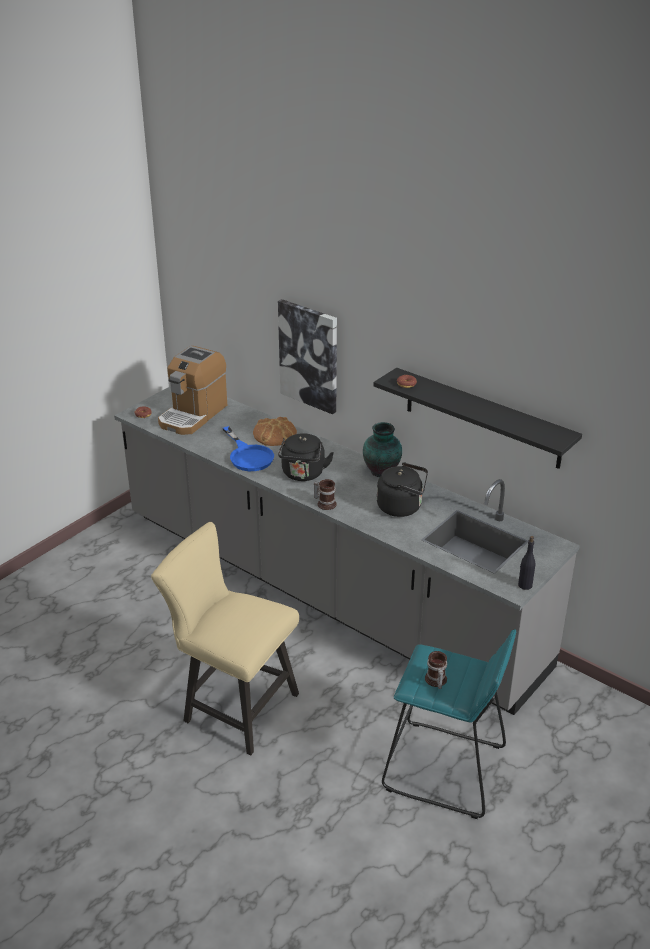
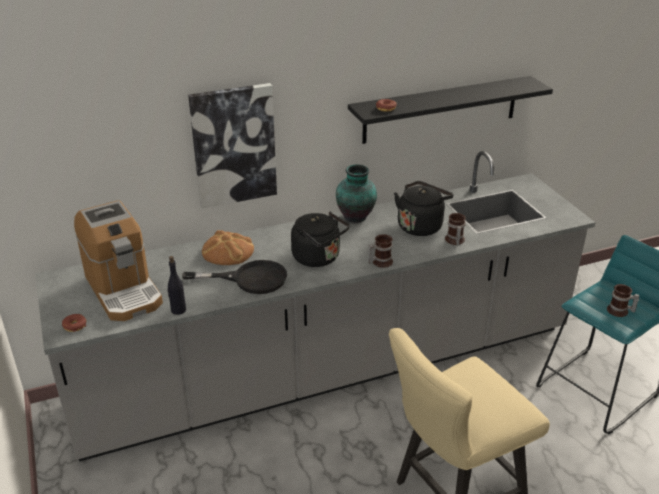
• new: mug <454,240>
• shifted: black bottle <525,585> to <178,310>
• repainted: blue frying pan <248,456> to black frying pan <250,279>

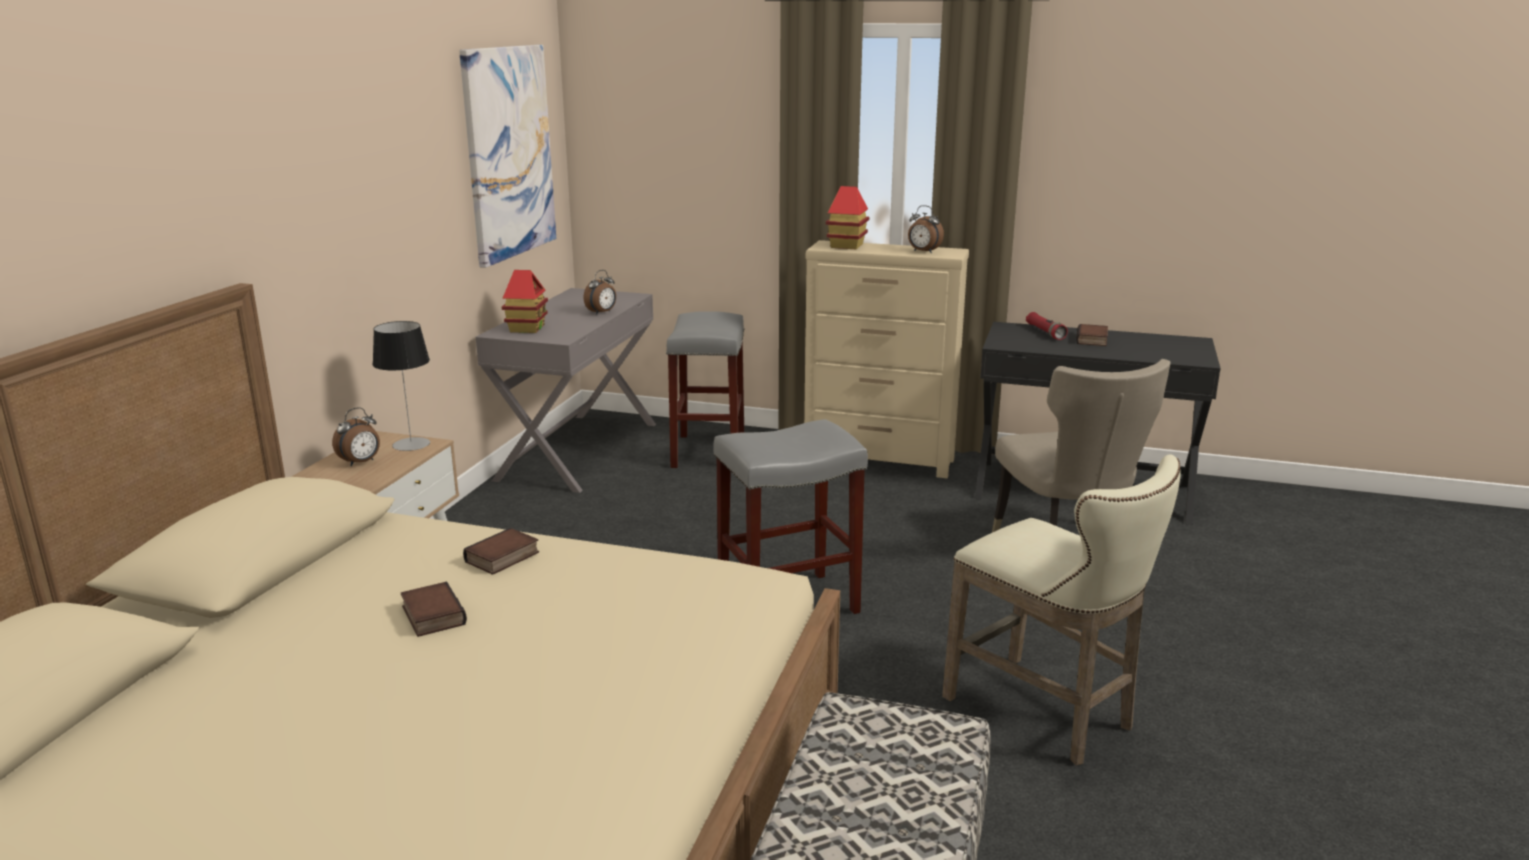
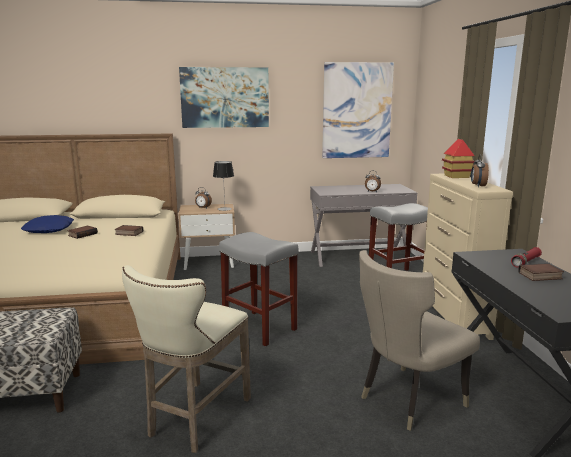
• gone: toy house <527,328>
• new: blue pillow <49,229>
• new: picture <225,97>

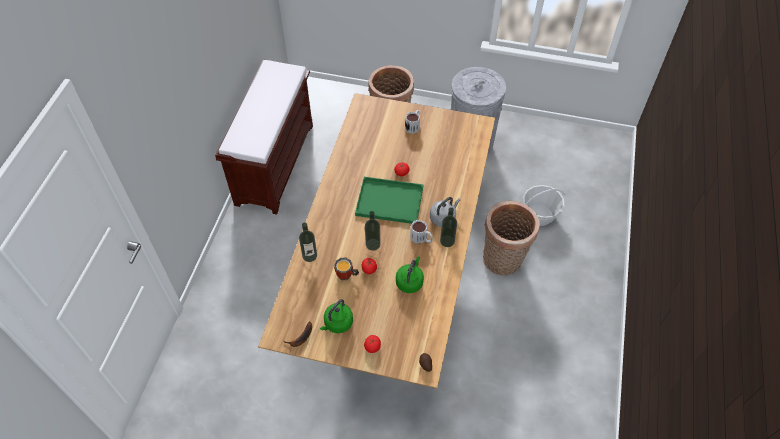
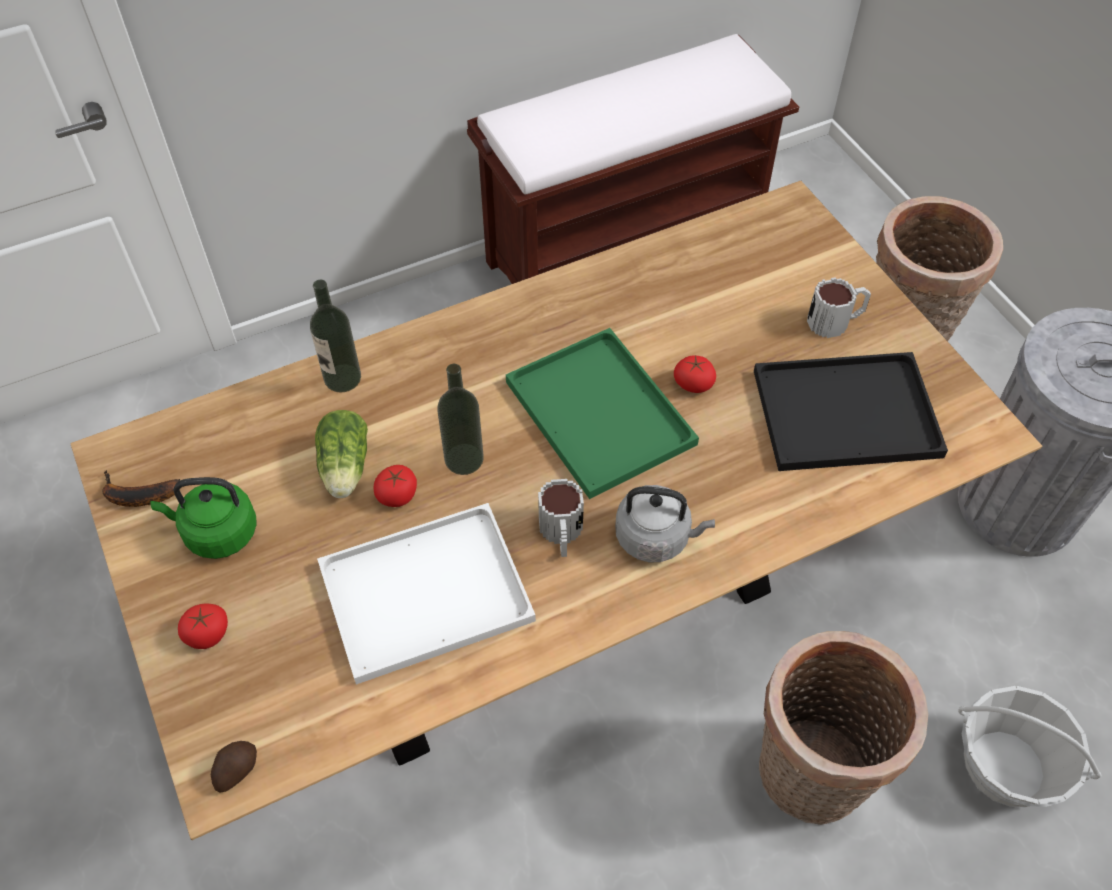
• gone: bottle <447,241>
• new: black tray <843,415>
• swapped: mug <346,276> to lettuce <344,469>
• swapped: green kettle <410,282> to white tray <429,589>

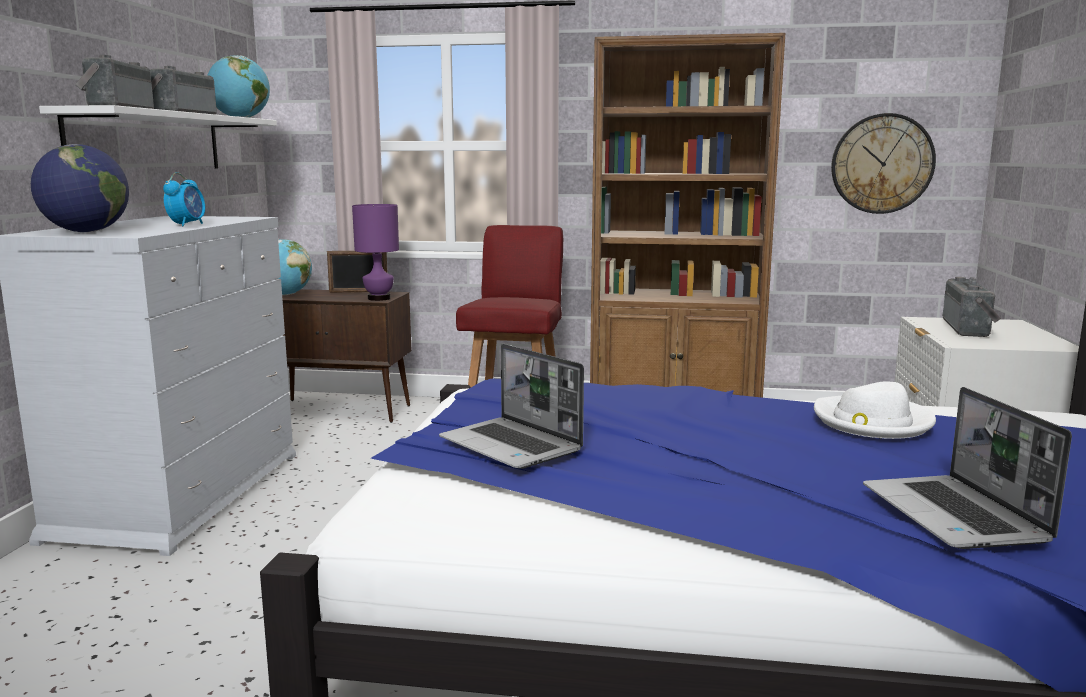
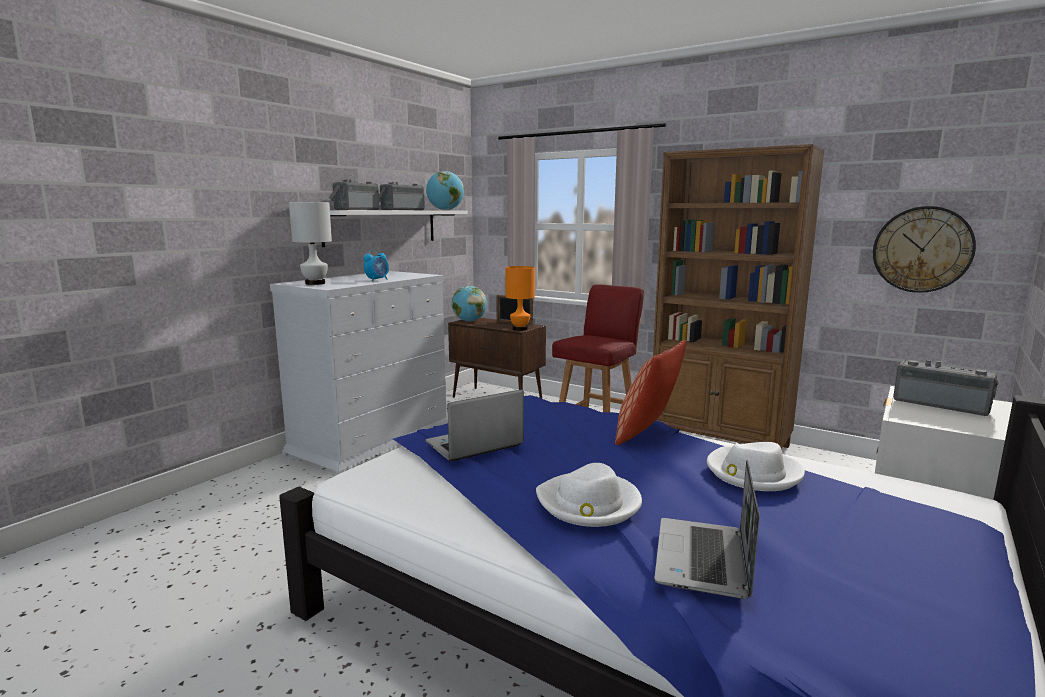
• new: white hat <589,503>
• new: pillow <647,434>
• swapped: globe <86,232> to white table lamp <315,283>
• repainted: purple table lamp <379,298> to orange table lamp <520,329>
• rotated: laptop <512,446> = <474,445> 75 degrees clockwise
• rotated: radio <970,328> = <940,405> 90 degrees counterclockwise

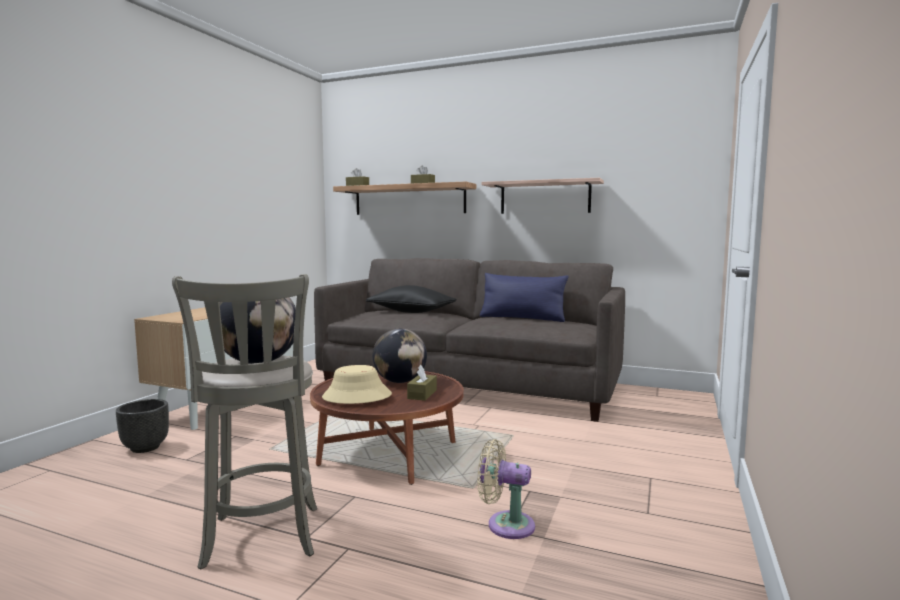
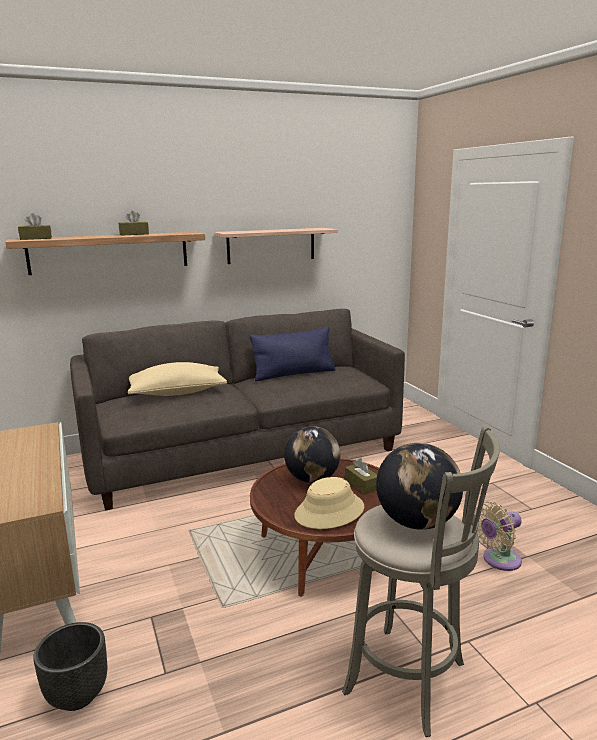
• repainted: black pillow <411,312> to beige pillow <177,393>

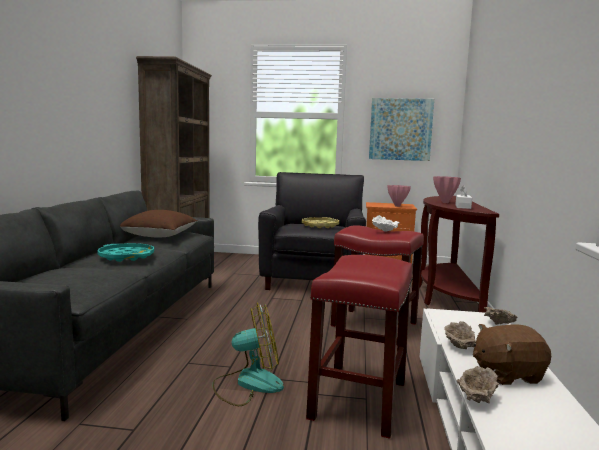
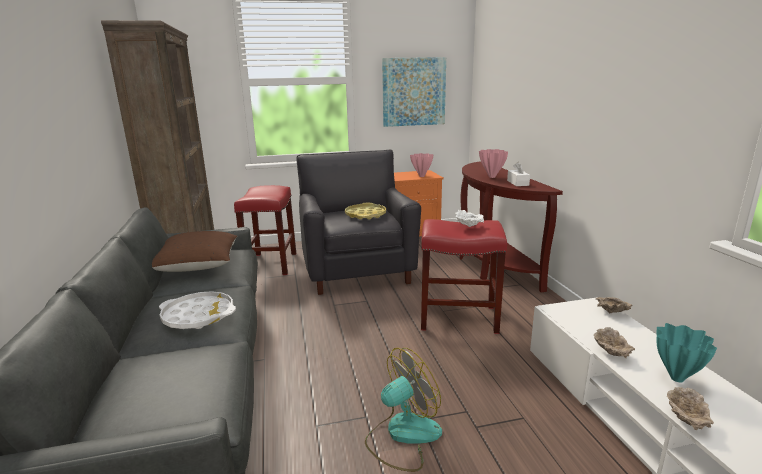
• shifted: red stool <359,400> to <271,264>
• swapped: brown plush toy <507,374> to turquoise vase <676,378>
• repainted: turquoise tray <126,256> to white tray <198,316>

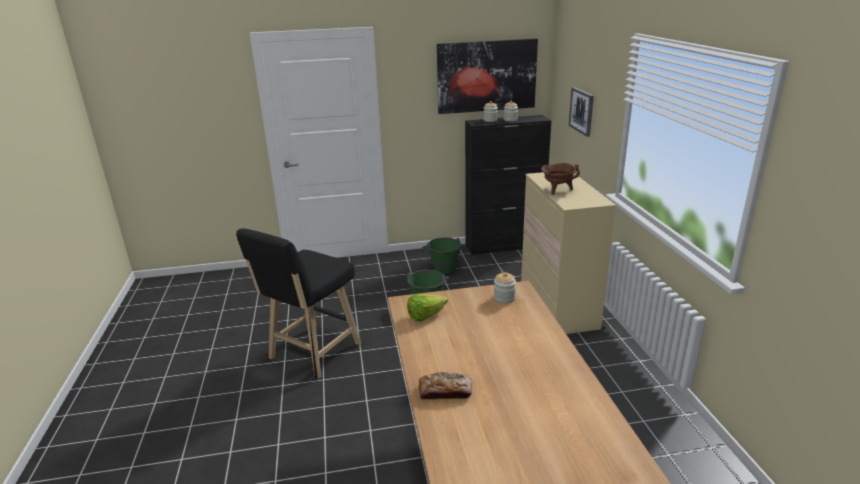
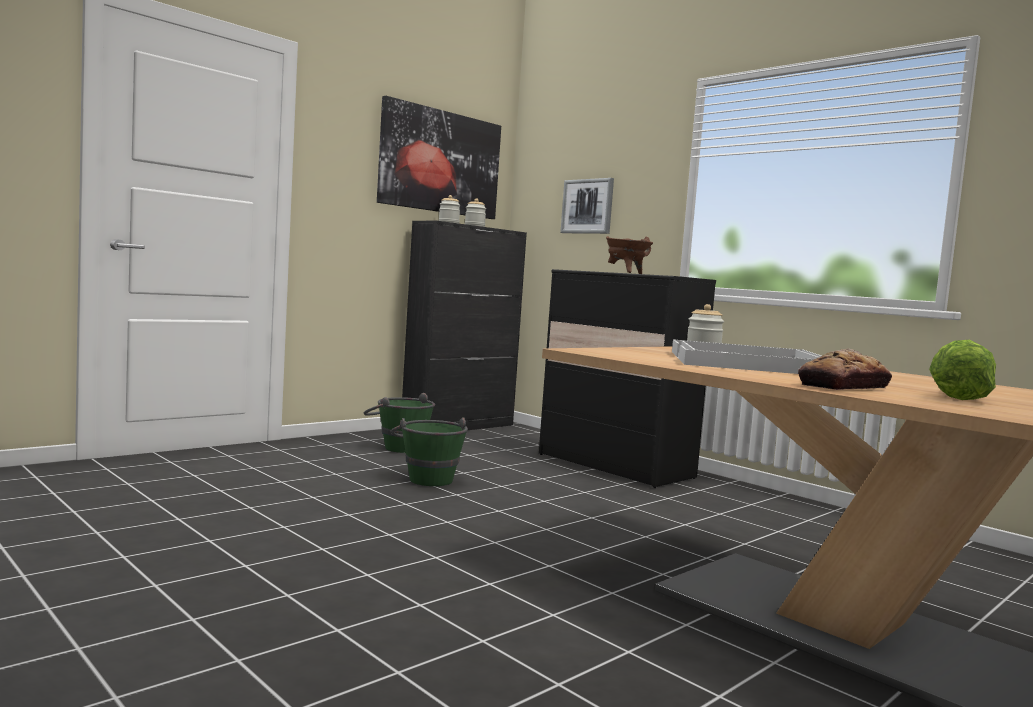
• gone: black stool <312,354>
• new: white tray <749,363>
• shifted: lettuce <425,316> to <960,398>
• repainted: beige dresser <558,306> to black dresser <614,466>

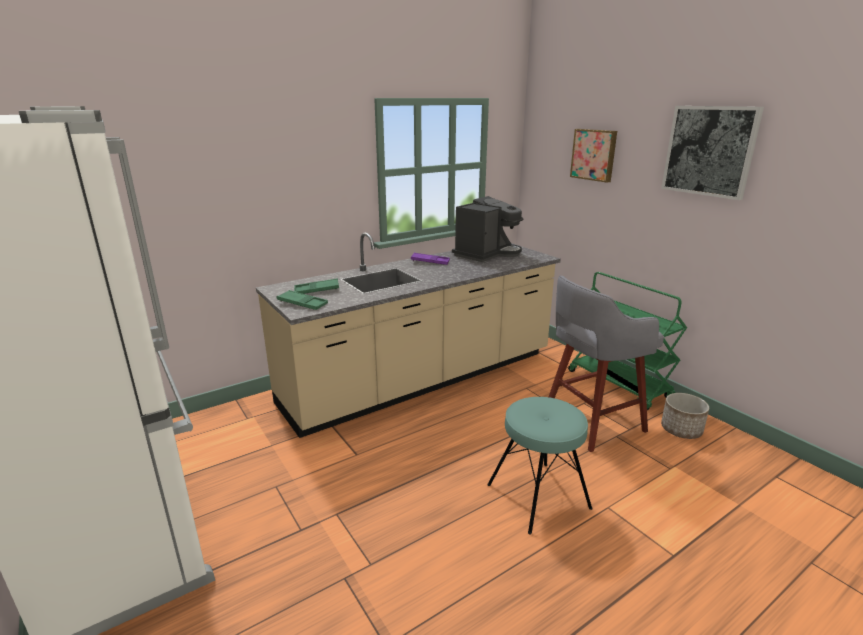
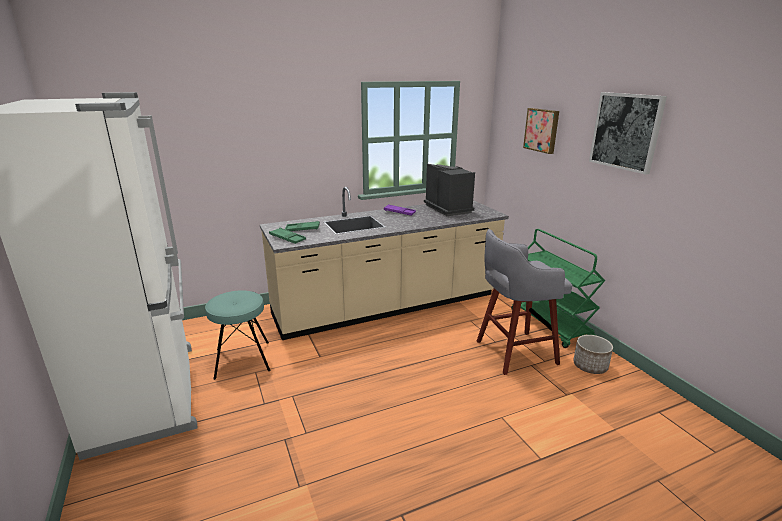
• shifted: turquoise stool <538,496> to <243,360>
• rotated: coffee machine <487,253> = <449,208> 75 degrees counterclockwise

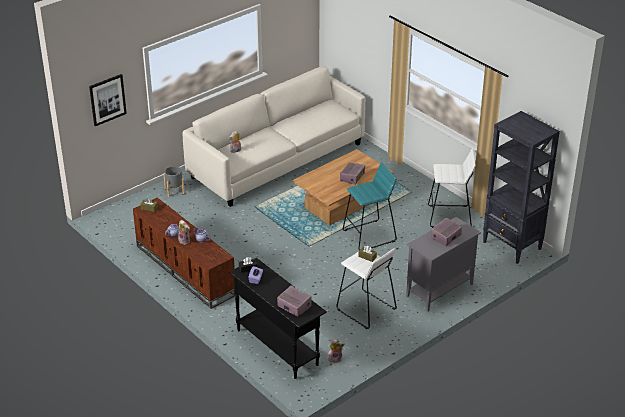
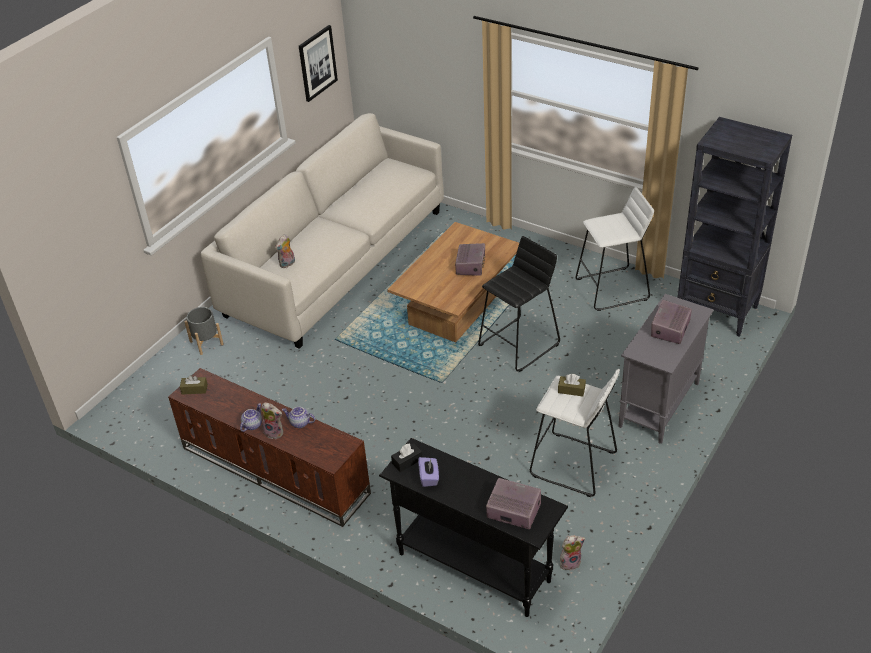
• shifted: picture <107,99> to <317,63>
• repainted: turquoise stool <369,236> to black stool <519,344>

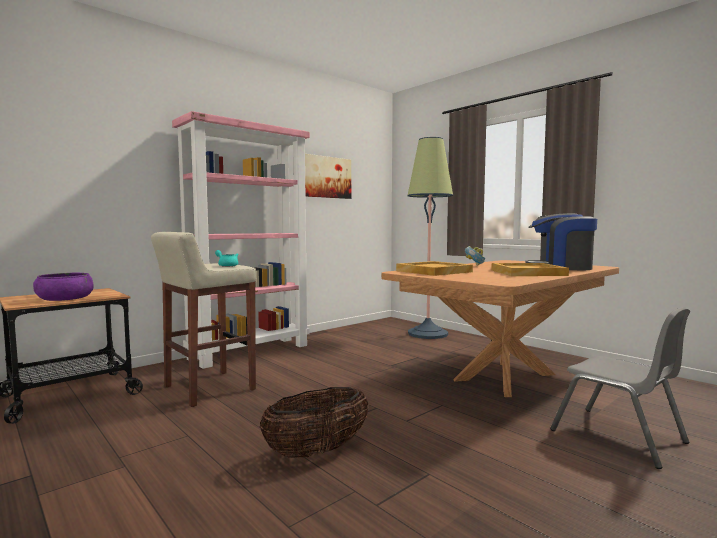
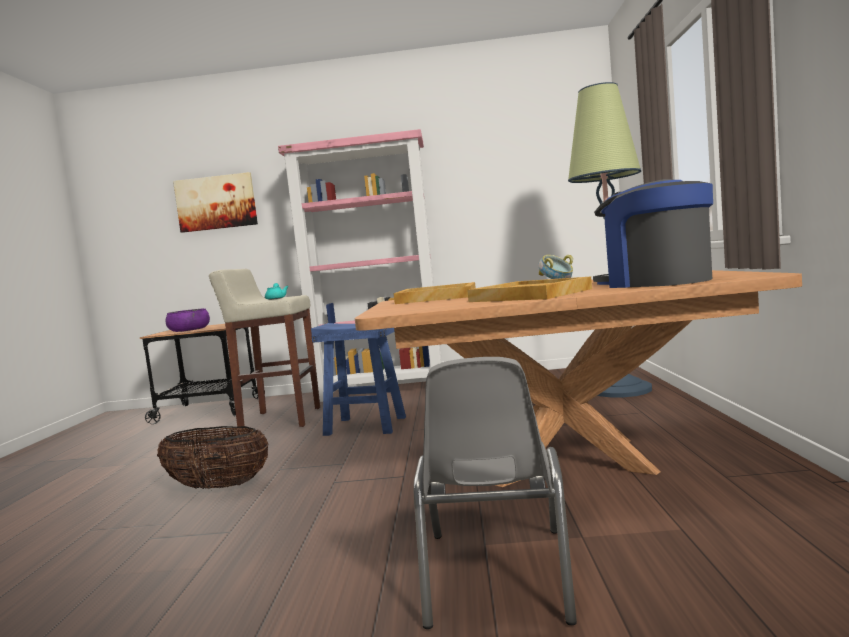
• new: blue stool <366,425>
• shifted: picture <326,177> to <216,203>

